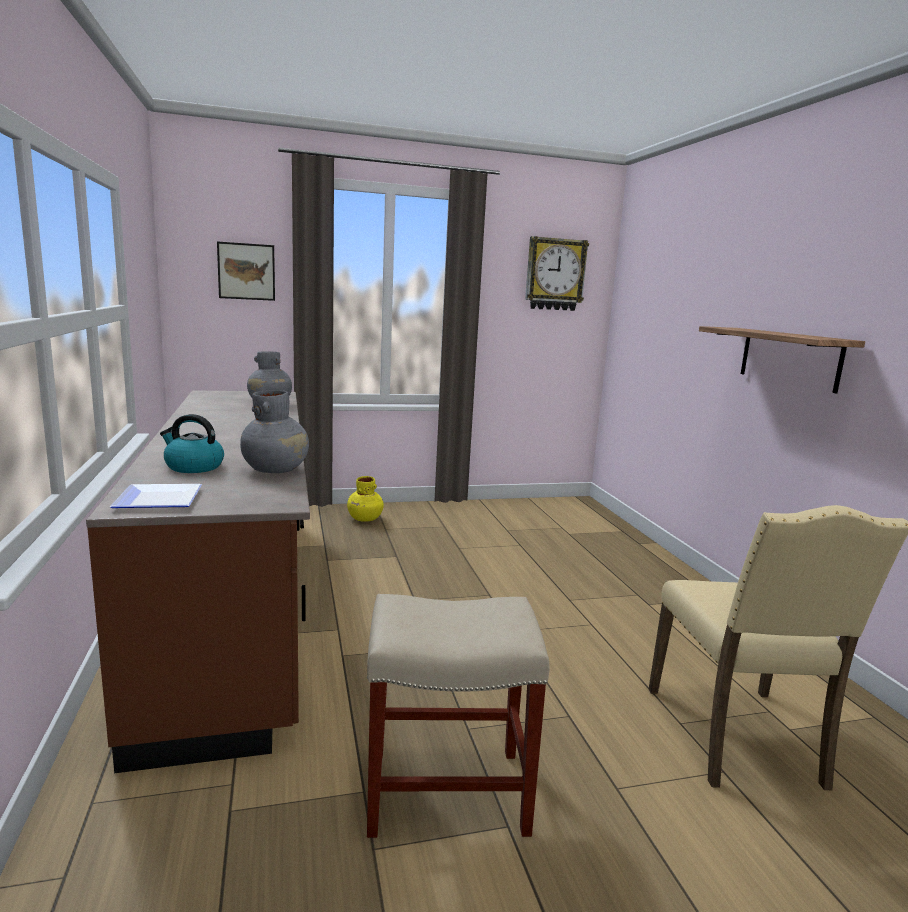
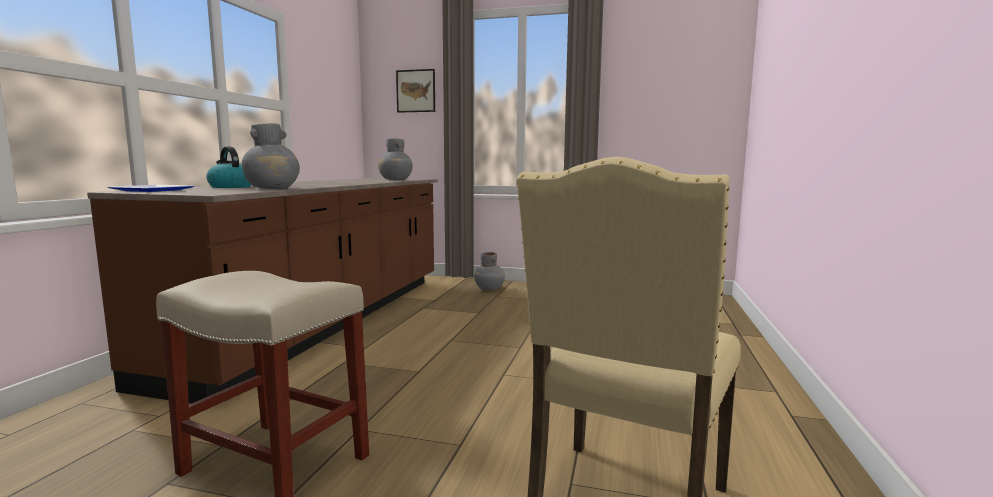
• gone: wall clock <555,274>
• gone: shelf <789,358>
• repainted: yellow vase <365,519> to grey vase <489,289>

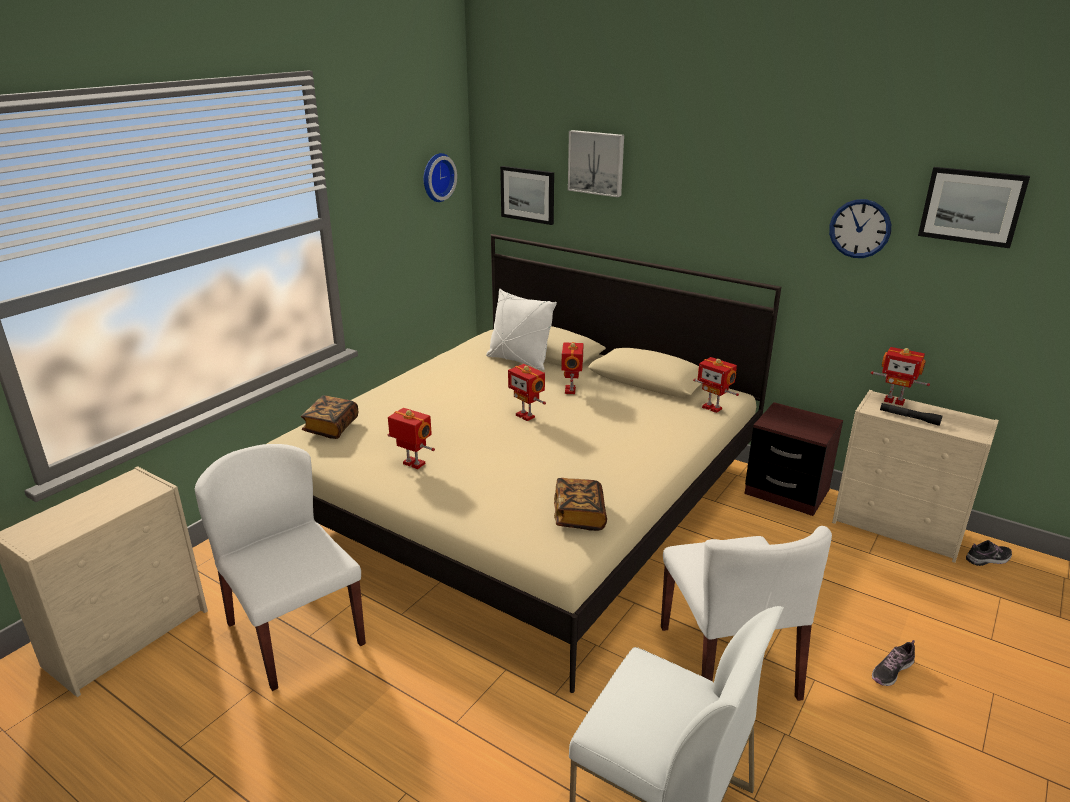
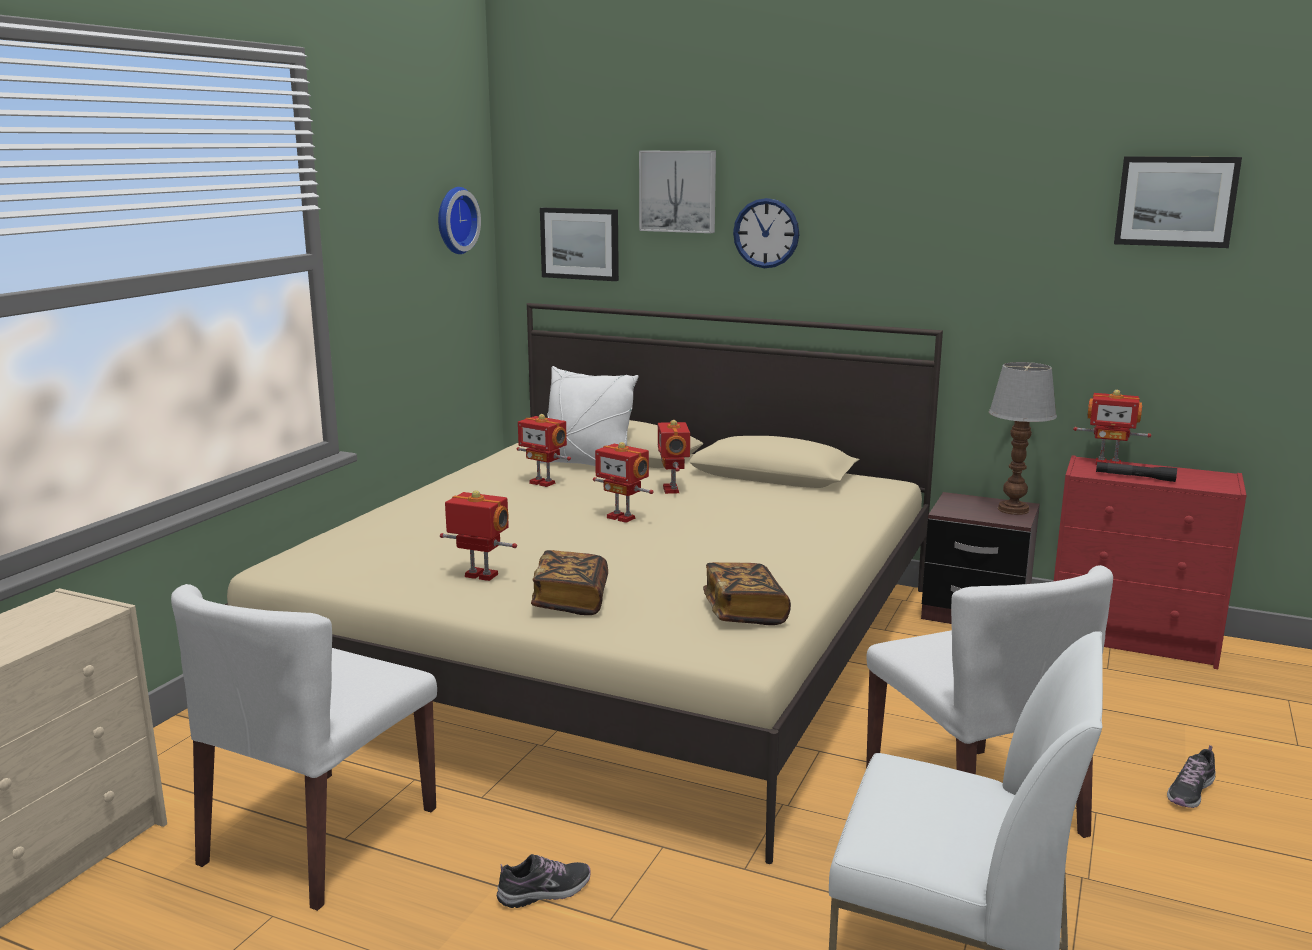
• new: table lamp <1012,510>
• shifted: book <331,427> to <570,601>
• shifted: toy robot <712,408> to <543,483>
• shifted: wall clock <860,228> to <766,233>
• shifted: shoe <988,559> to <545,892>
• repainted: beige dresser <899,528> to red dresser <1133,640>
• rotated: white chair <295,633> = <320,836> 105 degrees counterclockwise

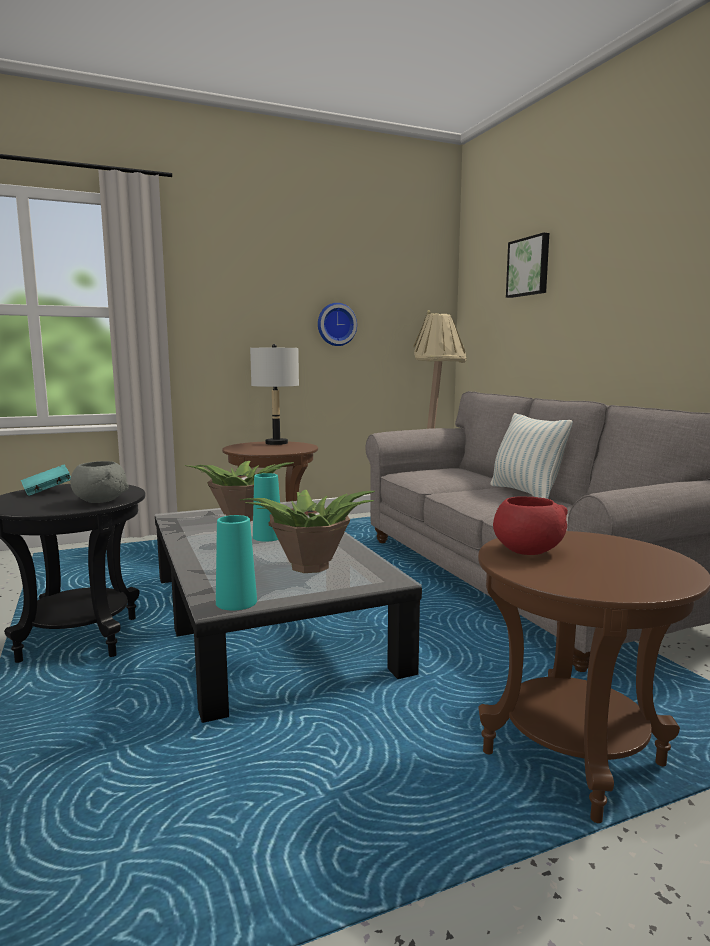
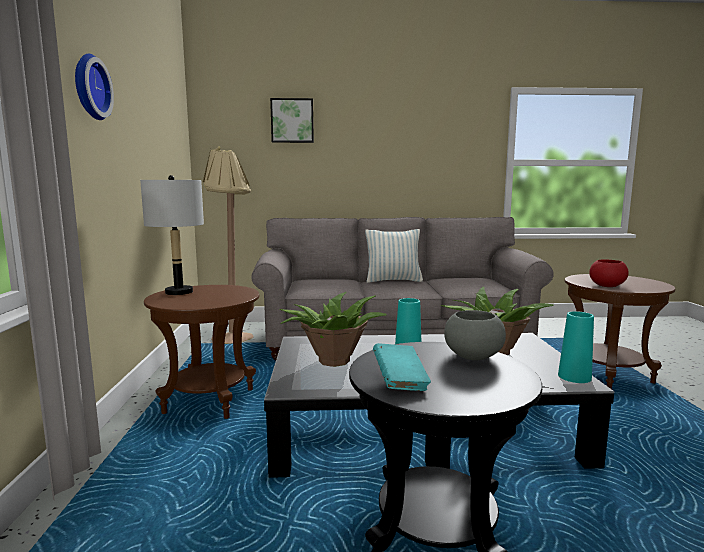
• shifted: wall clock <336,324> to <89,87>

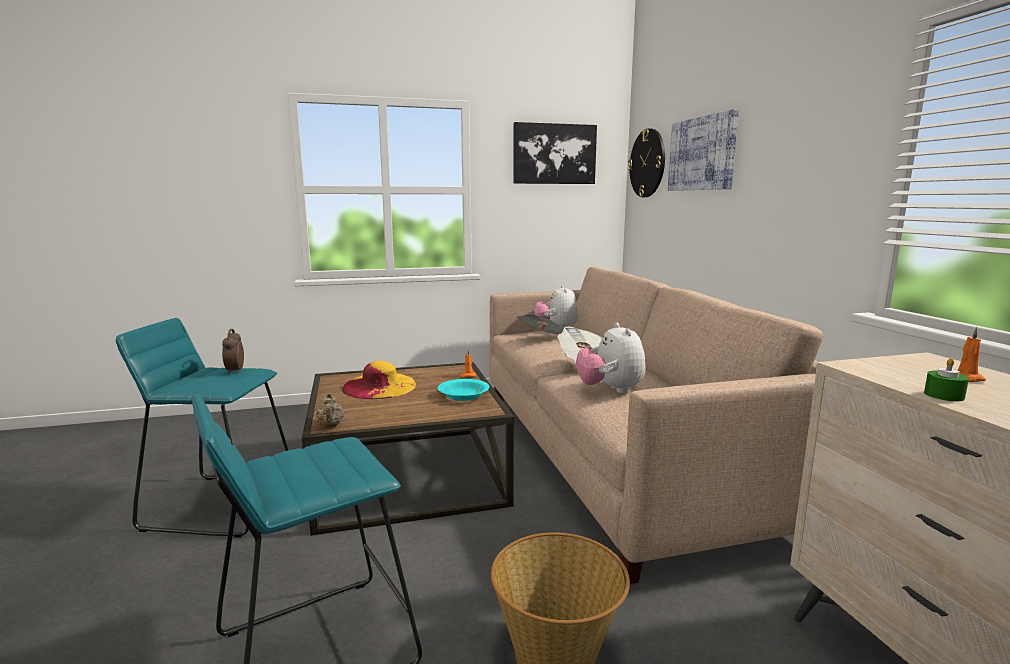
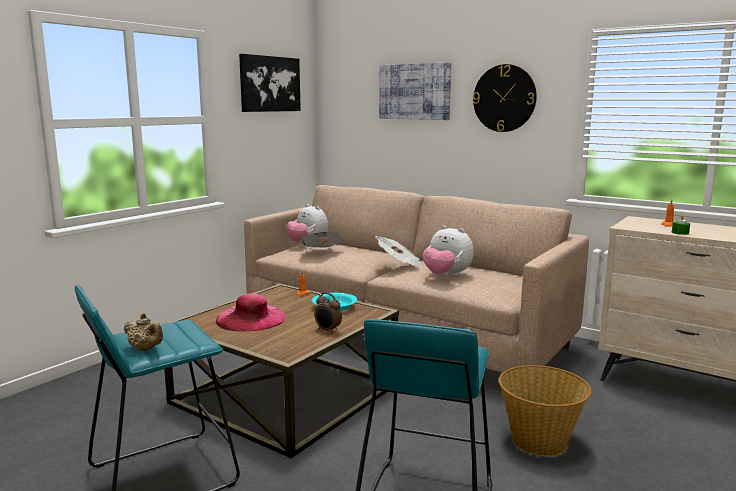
• shifted: alarm clock <234,371> to <327,330>
• shifted: beige teapot <330,426> to <145,349>
• shifted: wall clock <647,163> to <504,98>
• repainted: yellow hat <379,386> to pink hat <251,318>

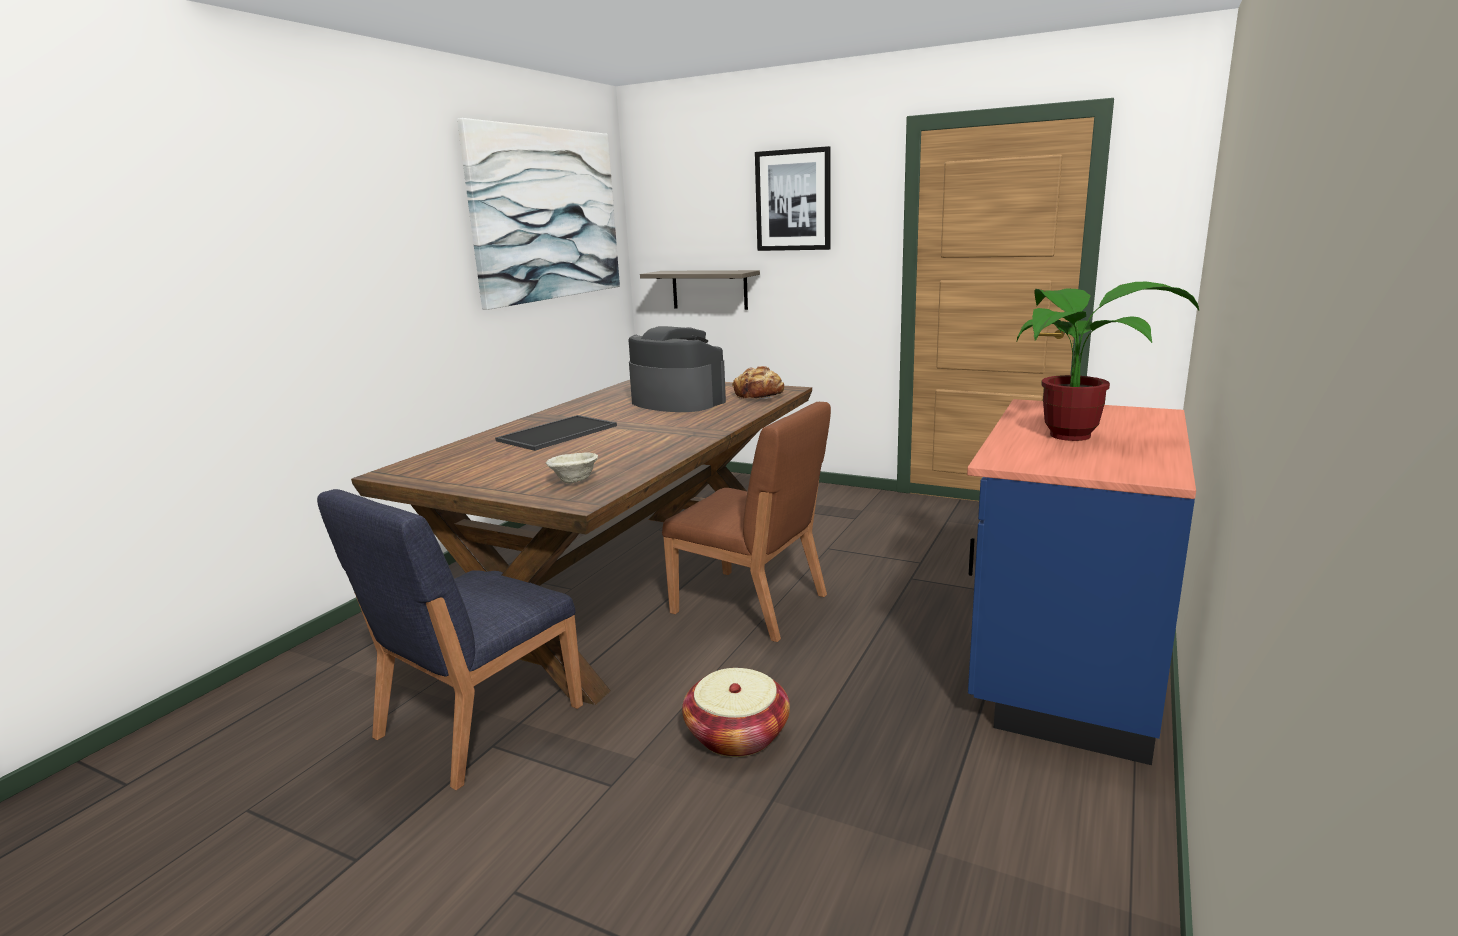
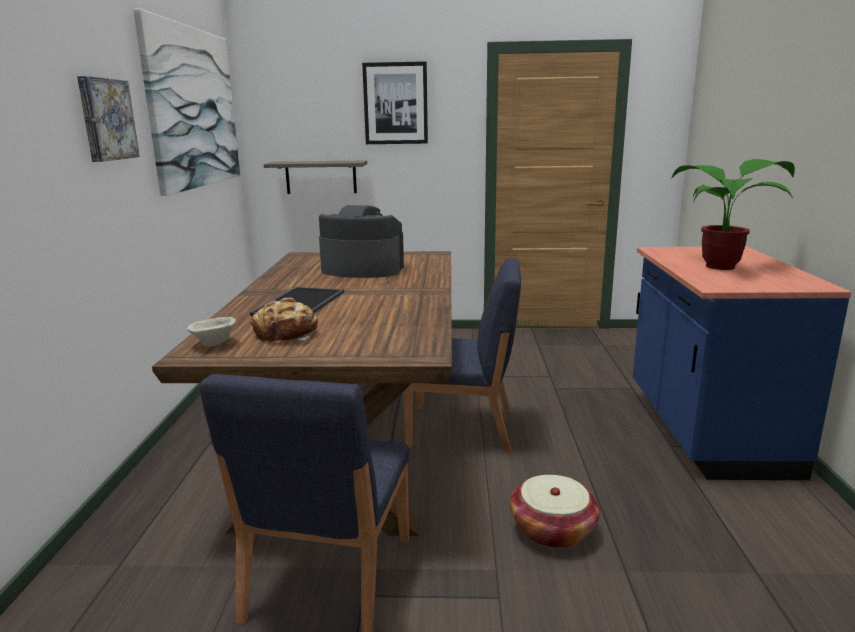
• new: picture <106,119>
• shifted: beige bowl <574,482> to <214,344>
• shifted: bread <759,395> to <286,334>
• repainted: brown chair <751,604> to blue chair <462,428>

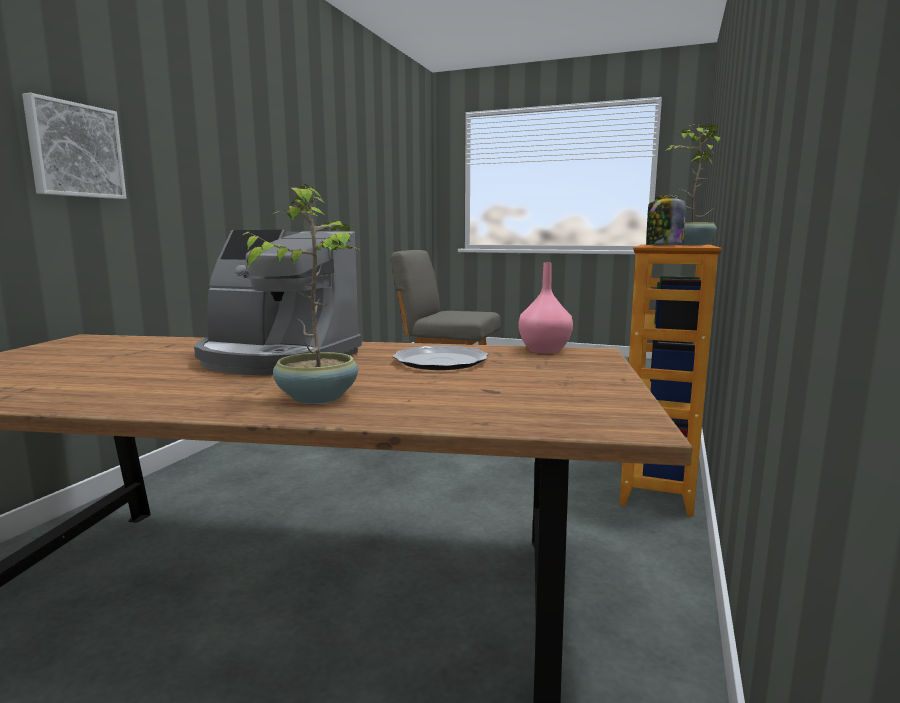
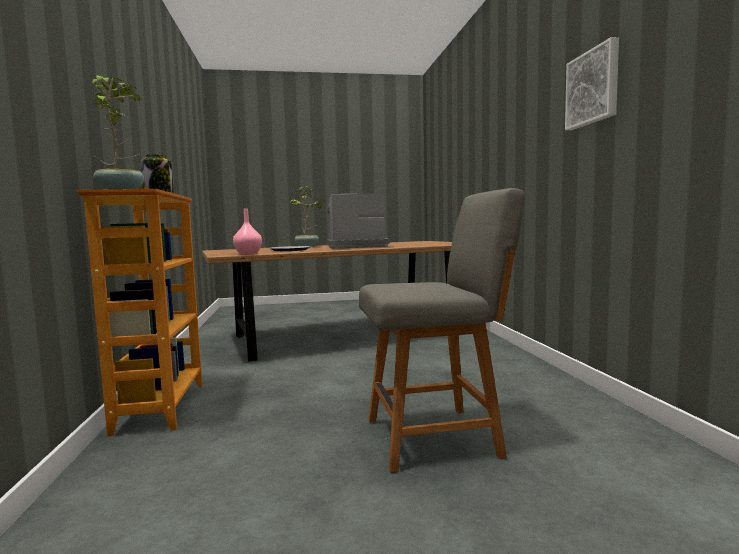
• shifted: picture <74,150> to <593,87>

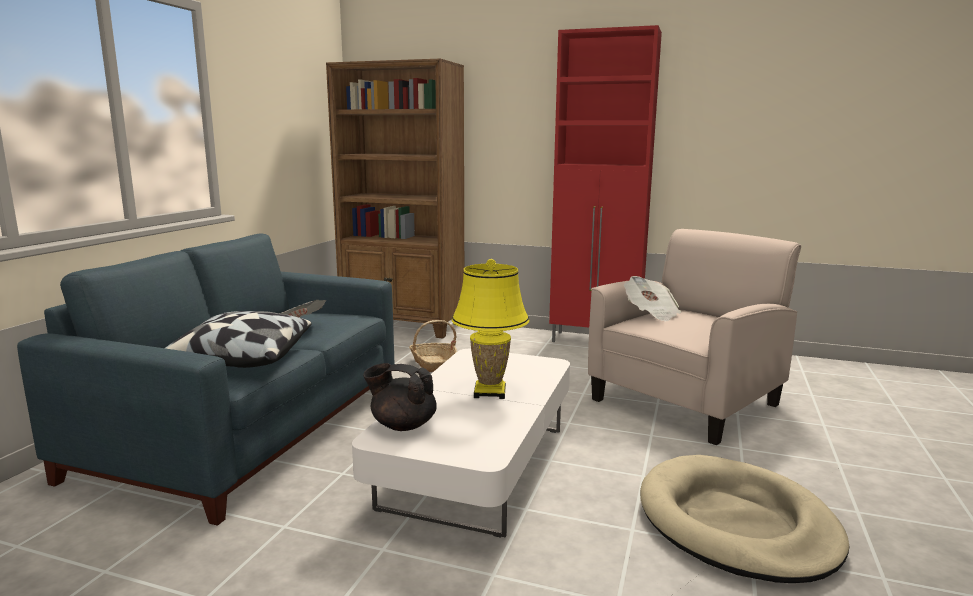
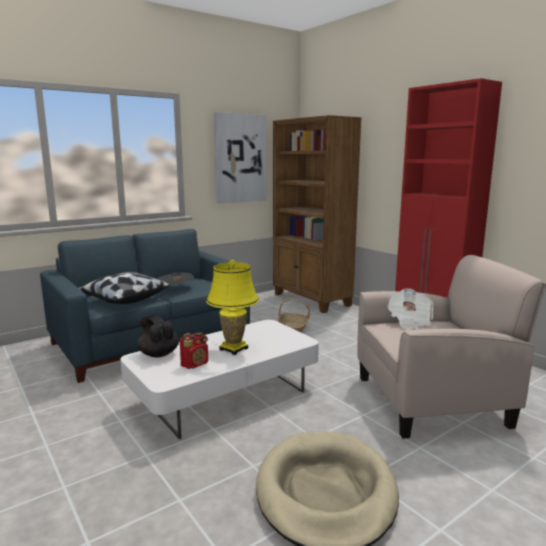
• new: radio <195,364>
• new: picture <240,158>

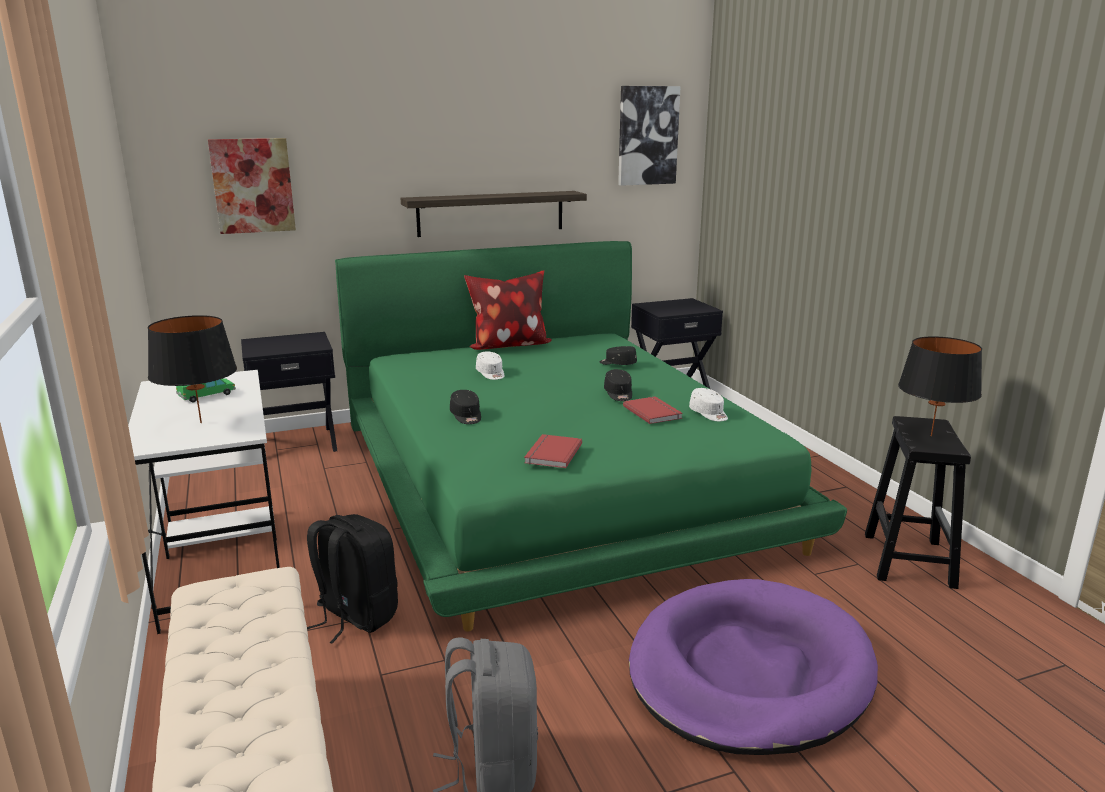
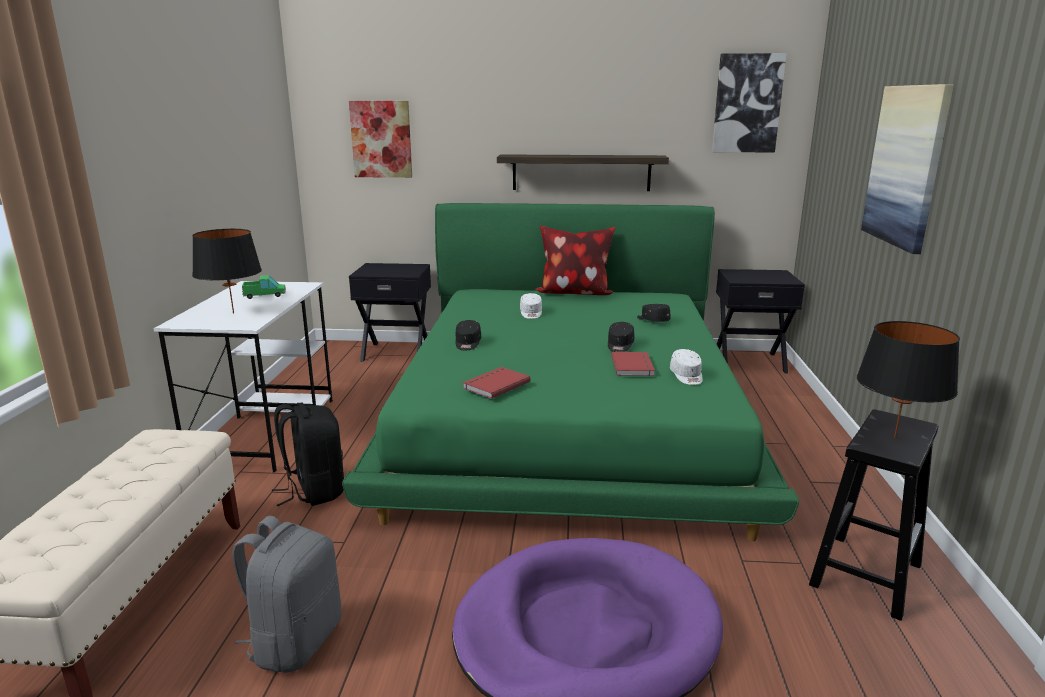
• new: picture <906,166>

